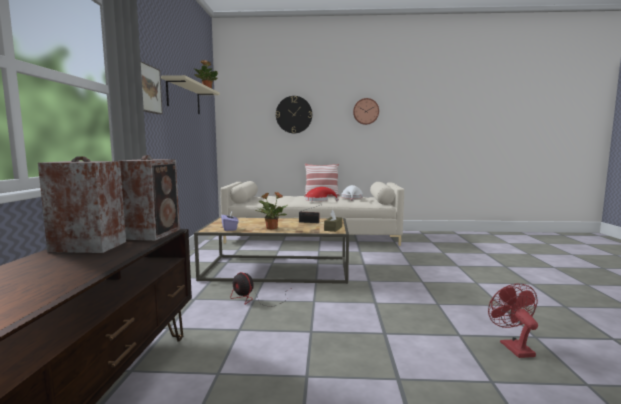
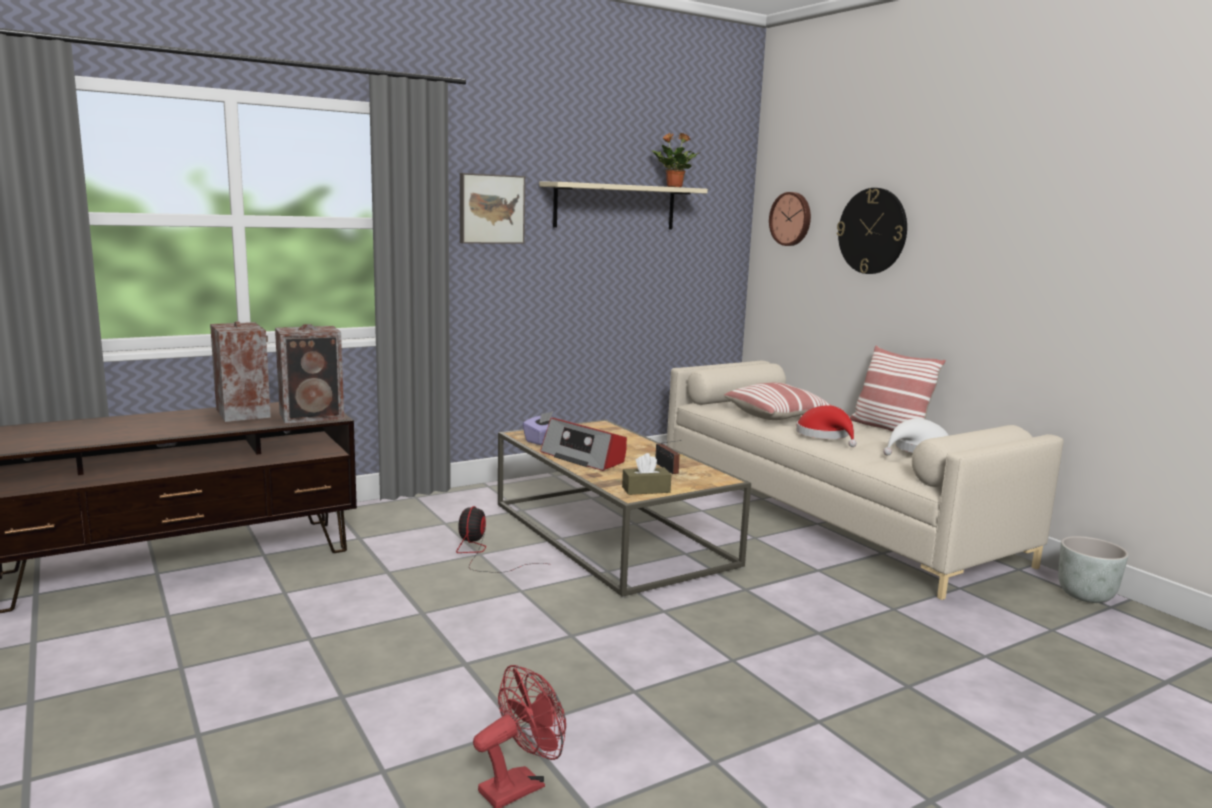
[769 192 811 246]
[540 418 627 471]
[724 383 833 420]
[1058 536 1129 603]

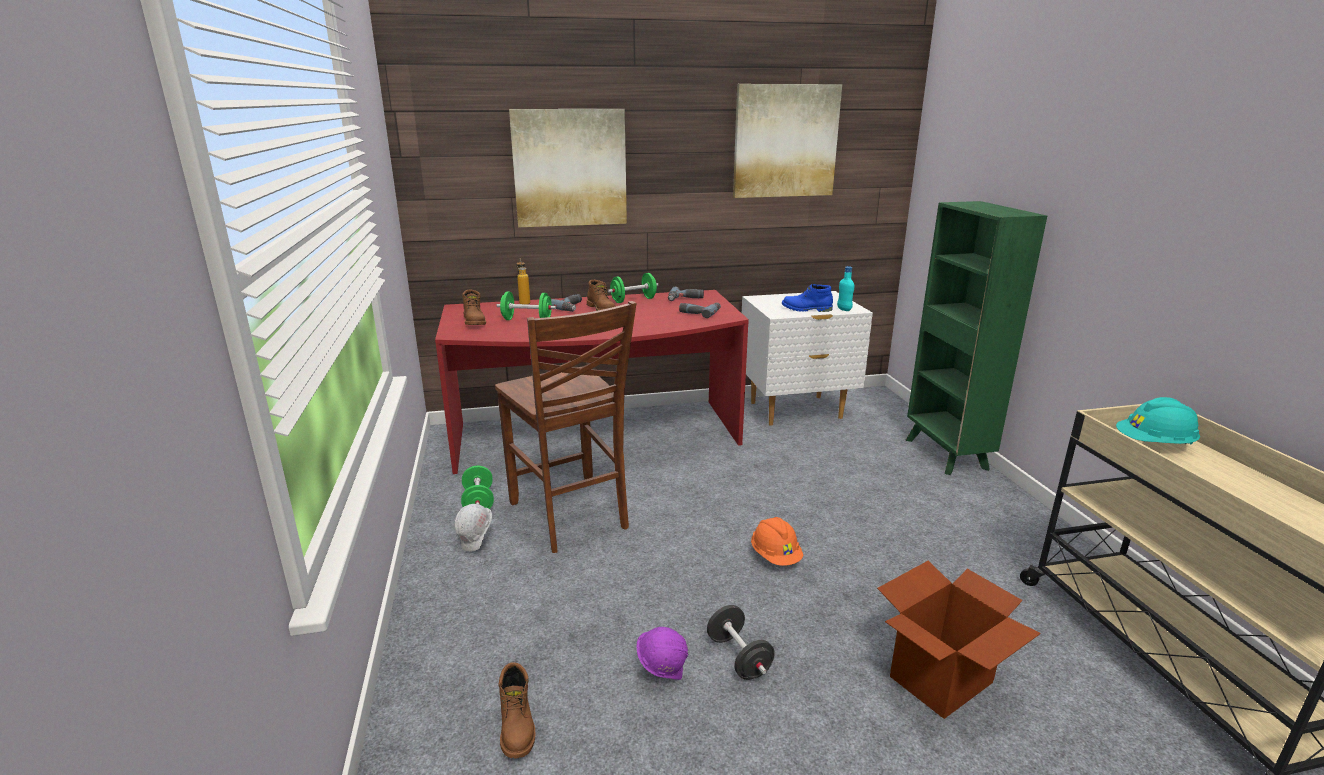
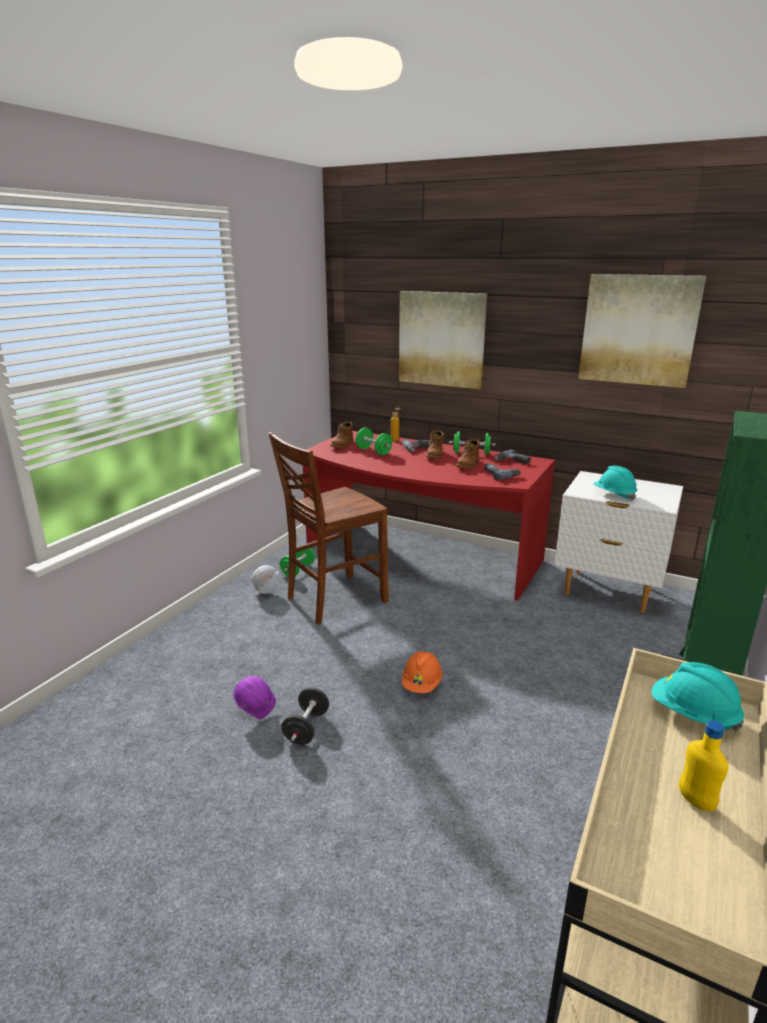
[837 266 855 311] (first image)
[593 466 637 501]
[269 432 389 625]
[877 561 1041 719] (first image)
[456 439 480 469]
[679 720 728 811]

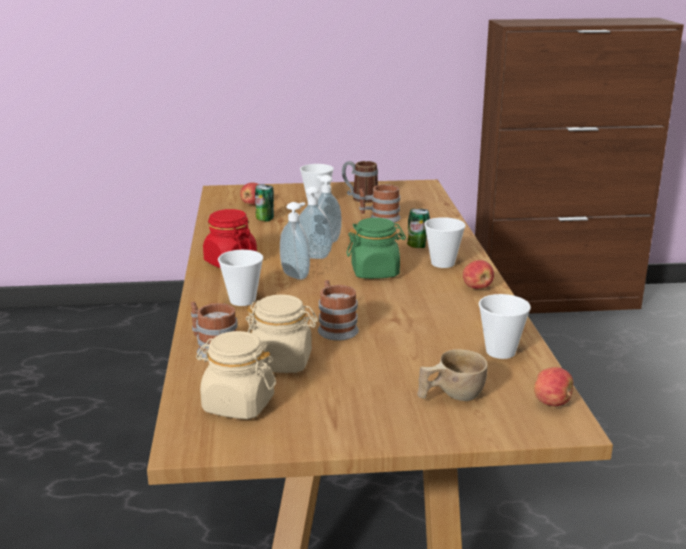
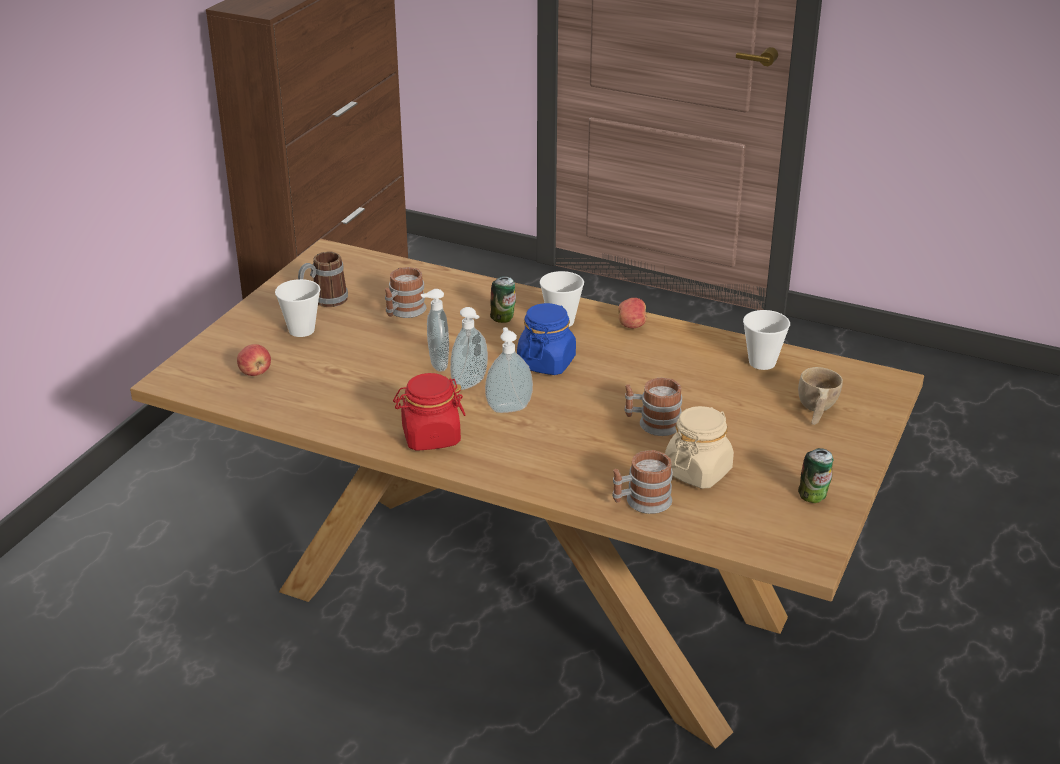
[798 448 833 503]
[517 303 576 375]
[218 250 263 306] (first image)
[196 331 276 419] (first image)
[534 367 573 406] (first image)

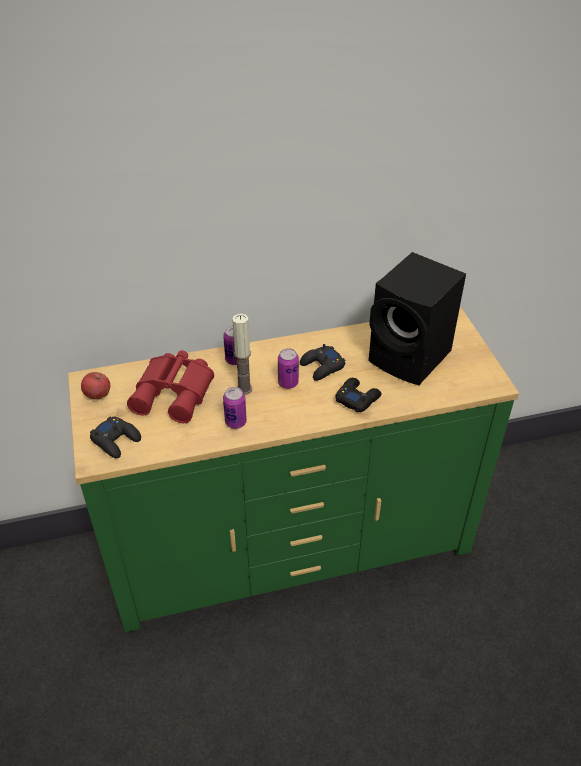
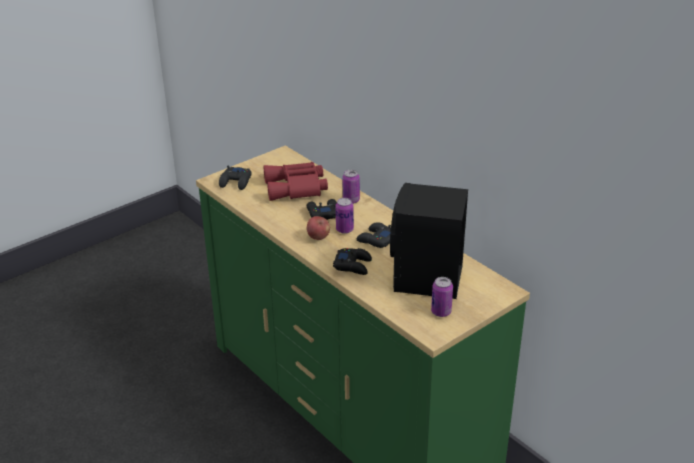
[307 199 337 220]
[307 216 330 240]
[431 277 453 317]

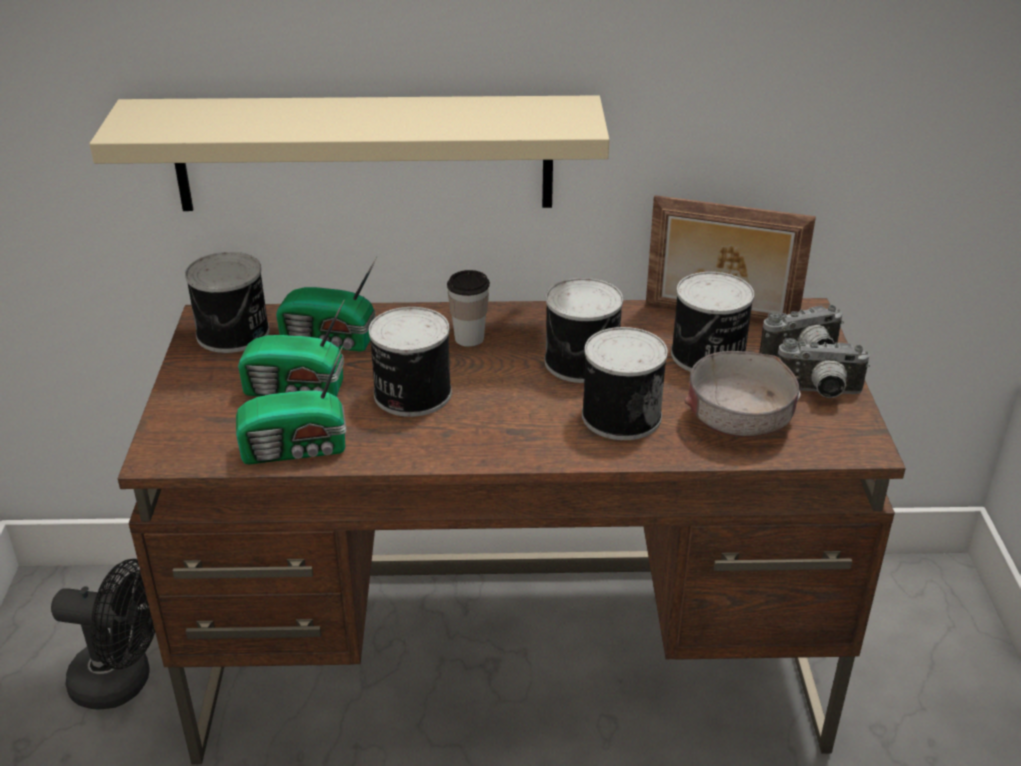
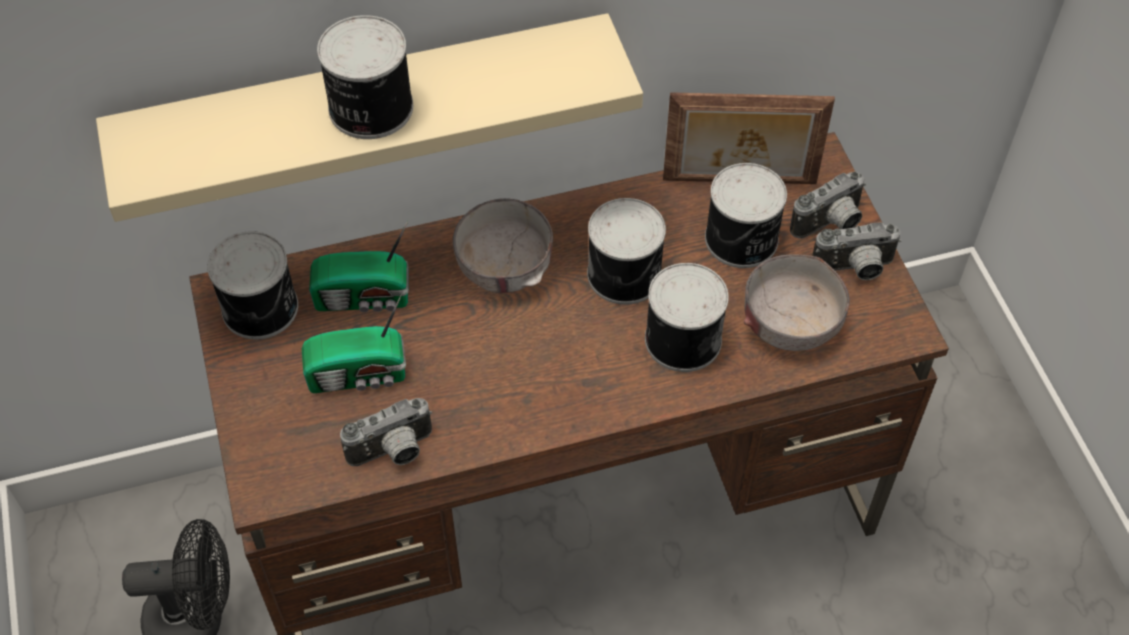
[453 198 553 293]
[317 15 413 139]
[340 398 432 466]

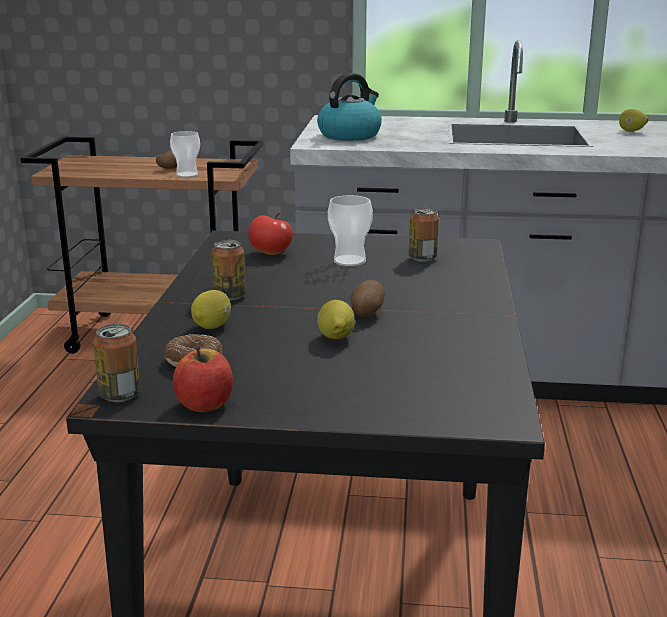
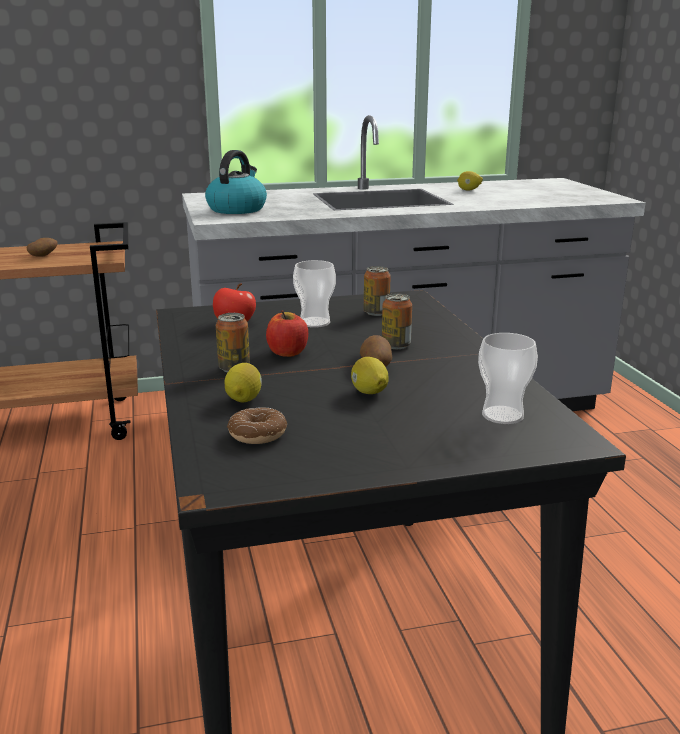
[478 333 538 424]
[382 293 412 349]
[266 310 308 357]

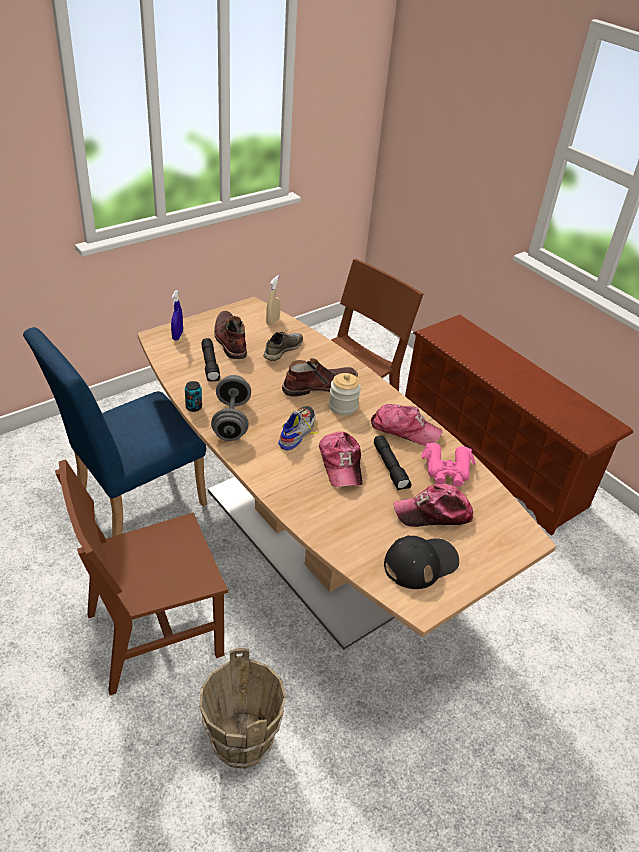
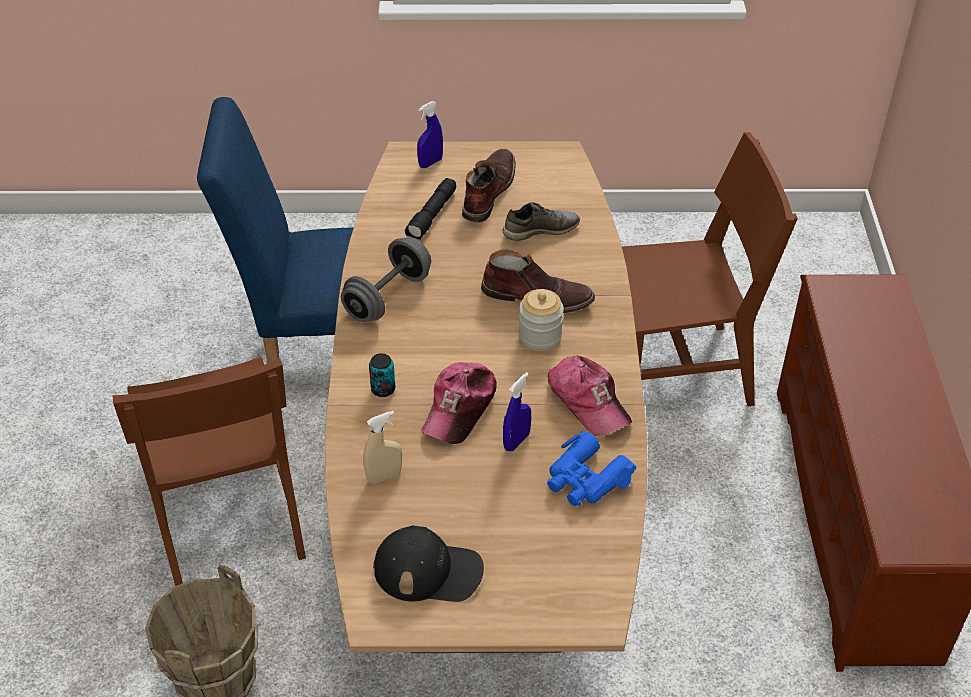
[363 411 402 484]
[369 353 395 397]
[278 406 319 451] (first image)
[503 372 531 452]
[547 431 636 506]
[113 357 306 586]
[394 484 473 527] (first image)

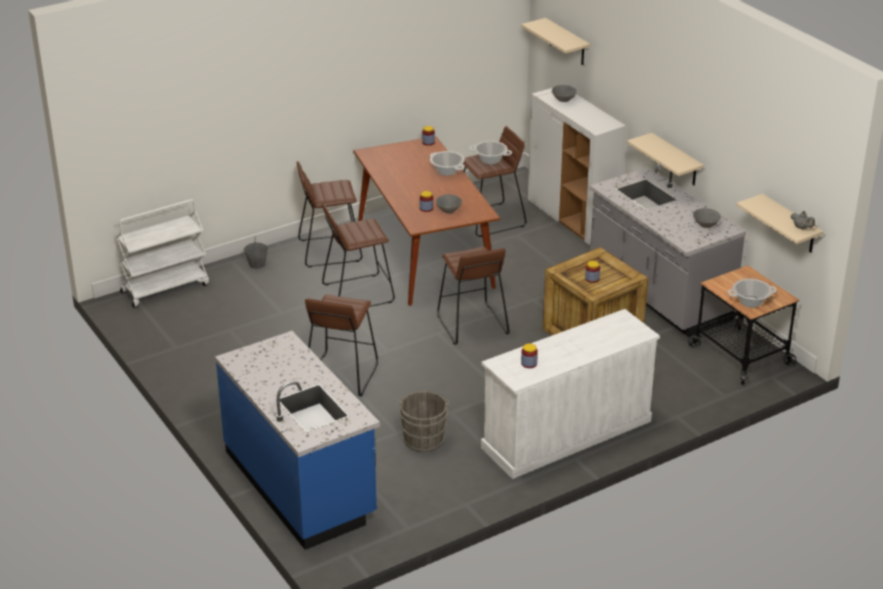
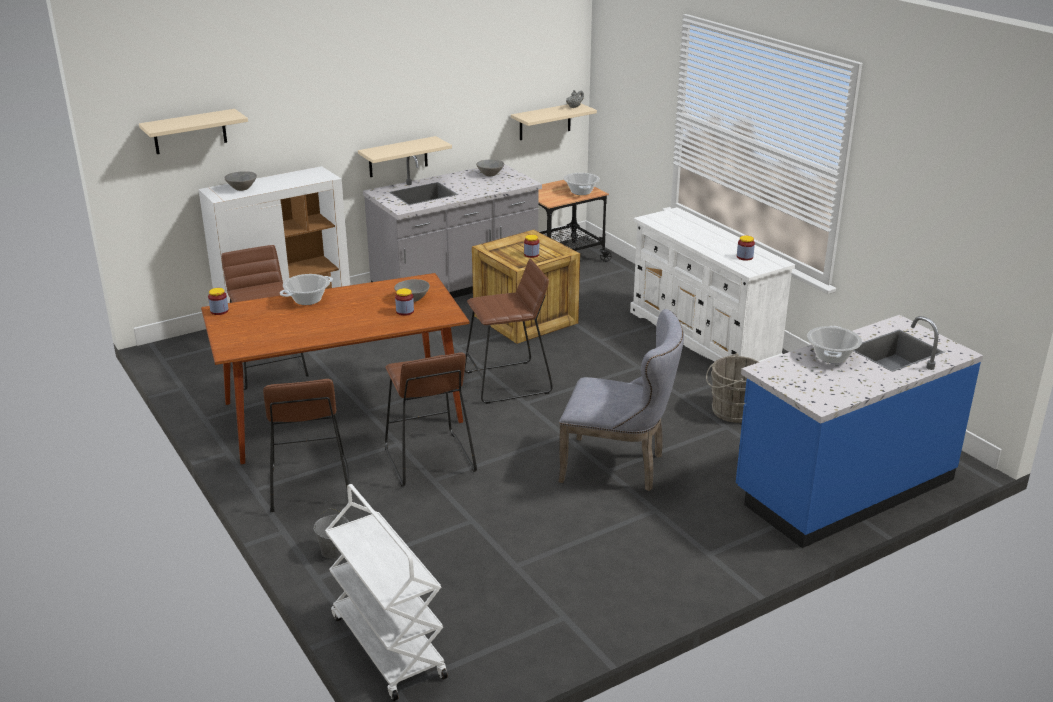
[807 326 862 363]
[559 309 684 491]

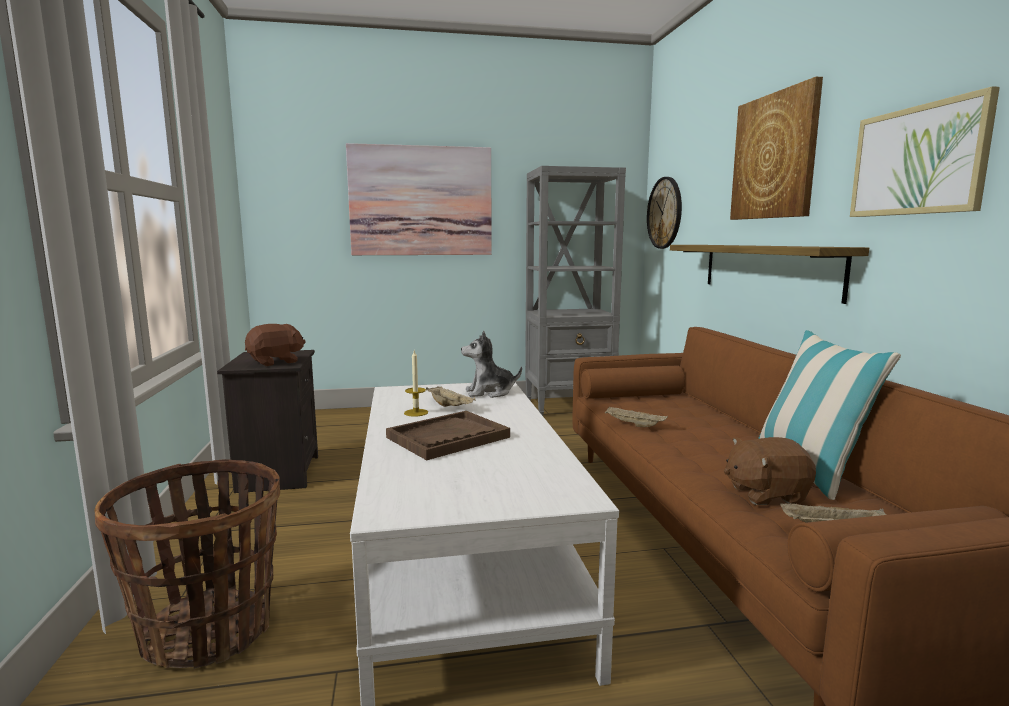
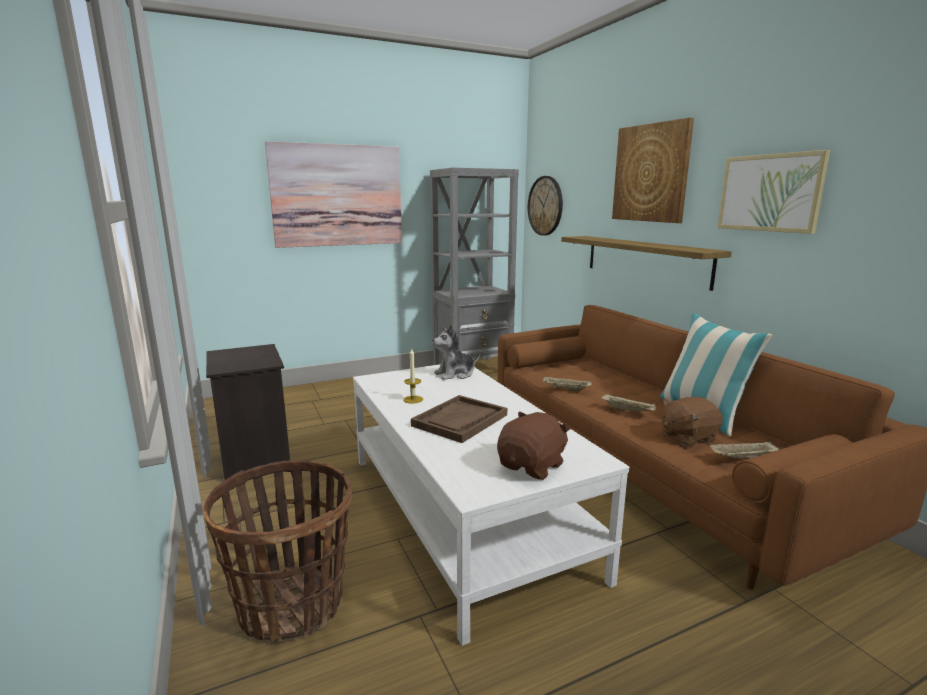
[497 411 571 480]
[601 394 656 412]

